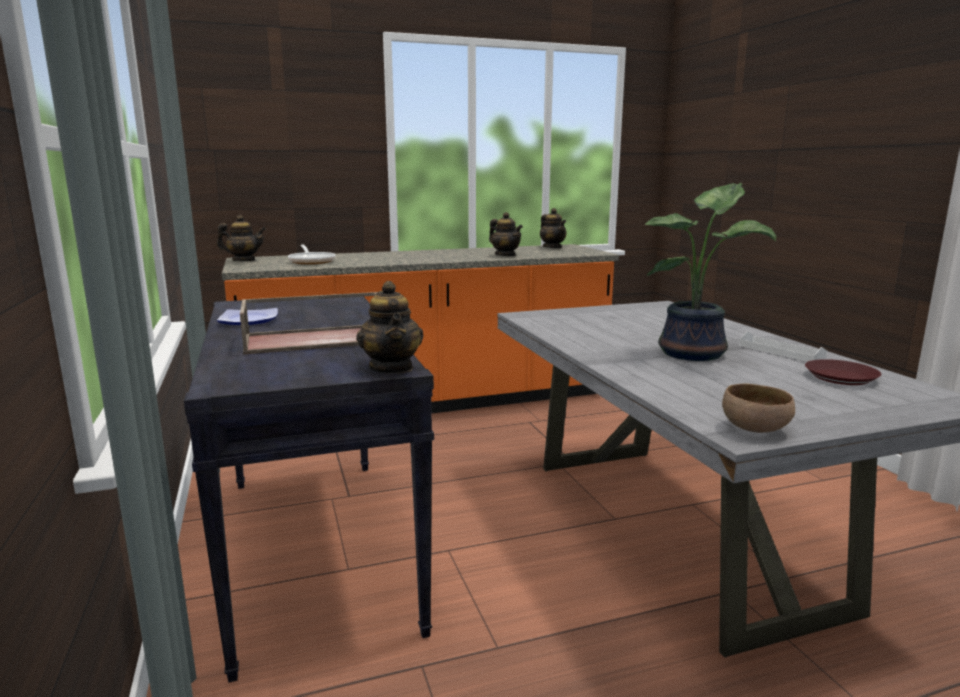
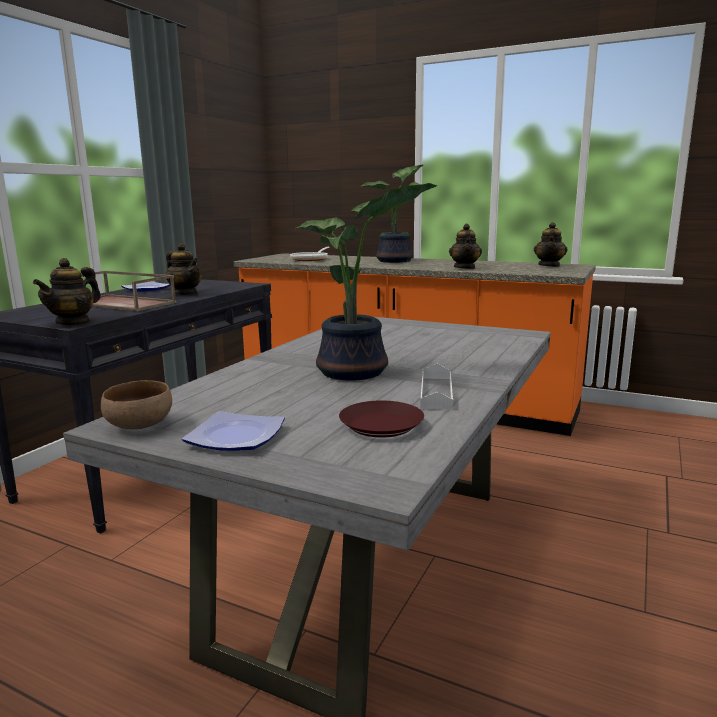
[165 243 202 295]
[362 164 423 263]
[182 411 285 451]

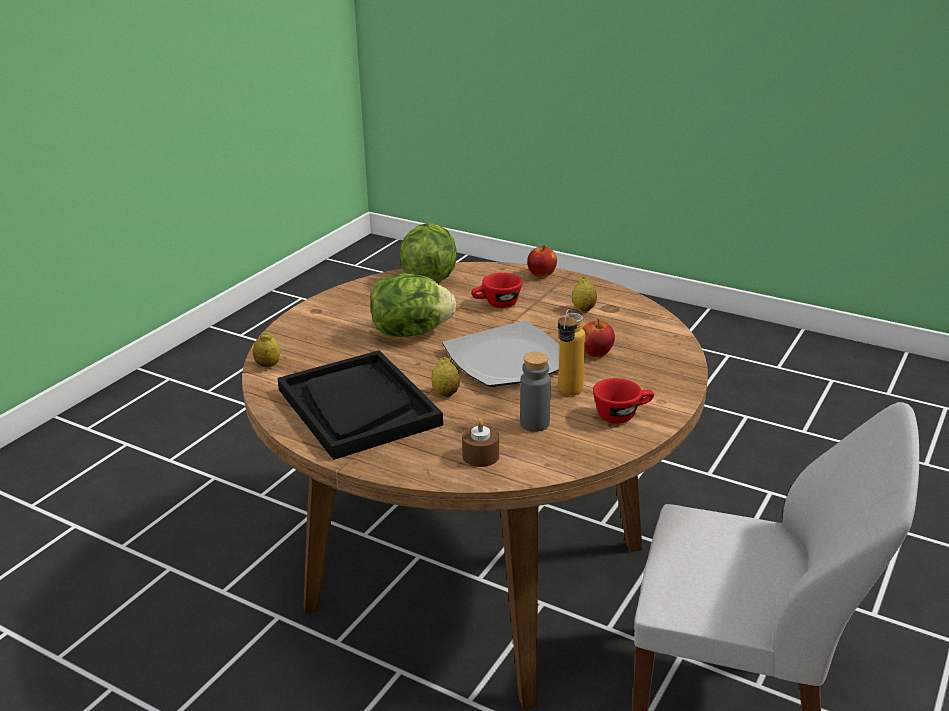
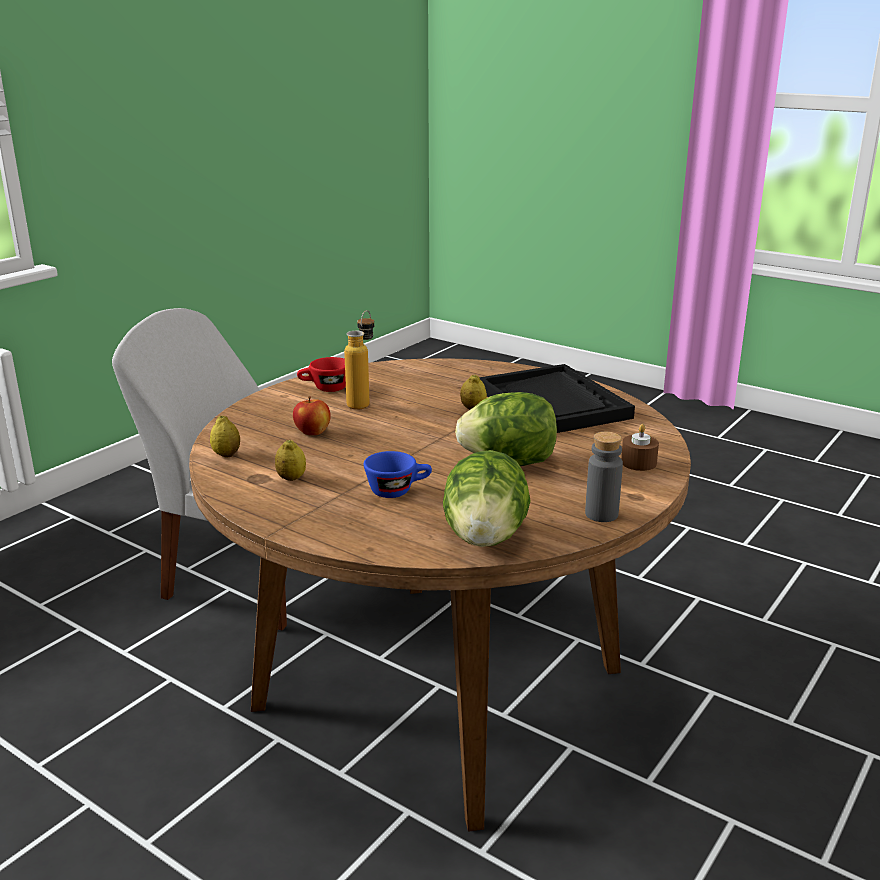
[527 245 557 278] (first image)
[364 451 432 498]
[442 320 560 387] (first image)
[210 416 240 457]
[585 432 623 522]
[621 424 659 471]

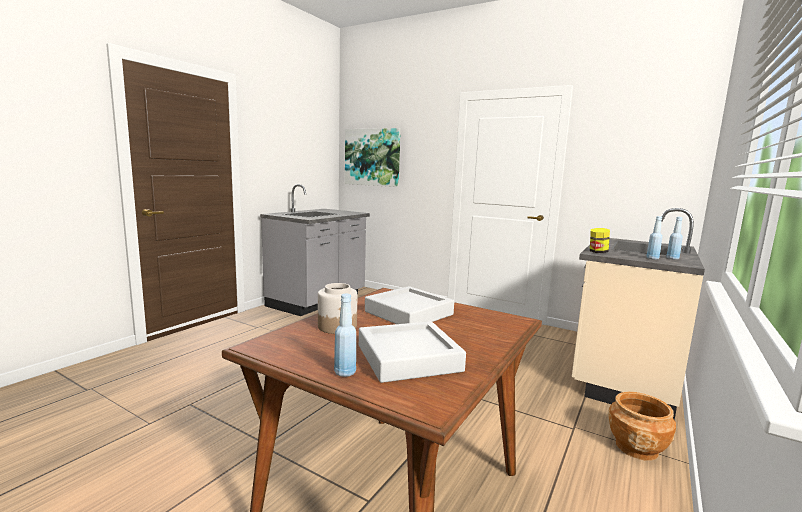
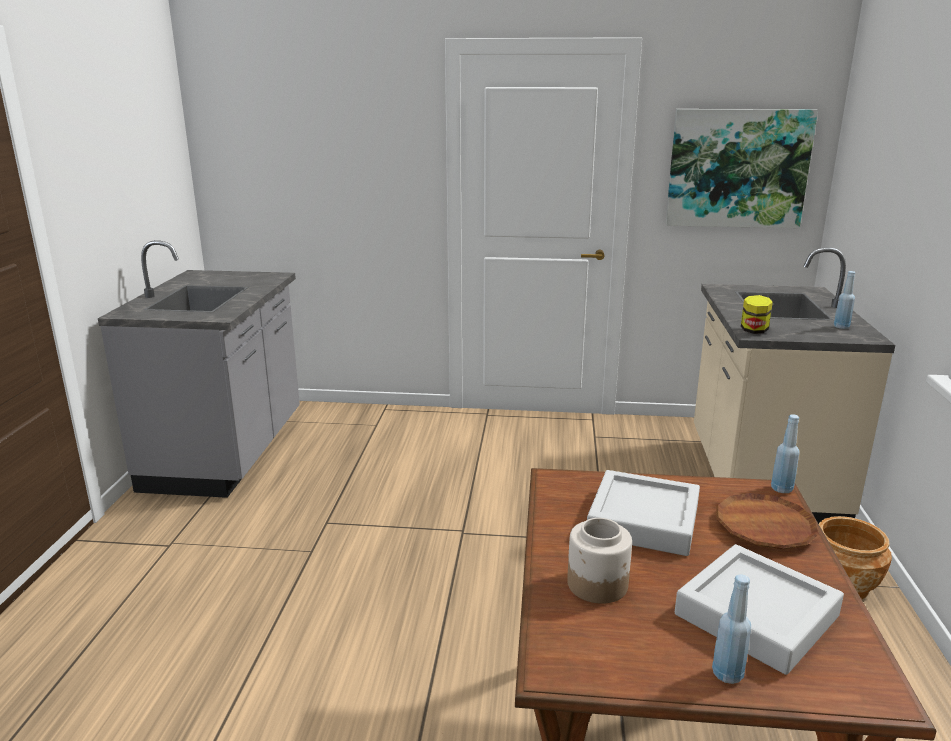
[666 109 818 228]
[771 414 800 493]
[716 493 819 549]

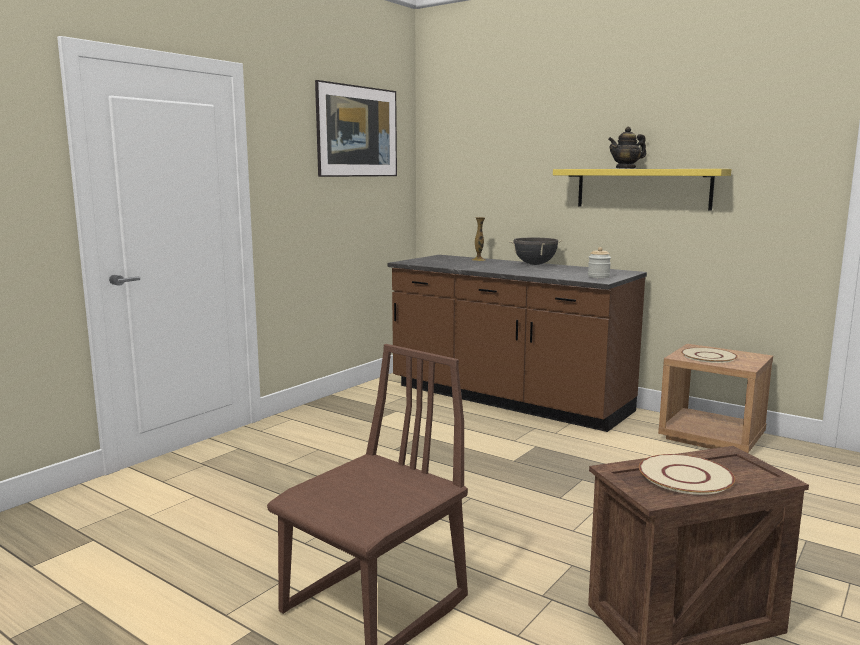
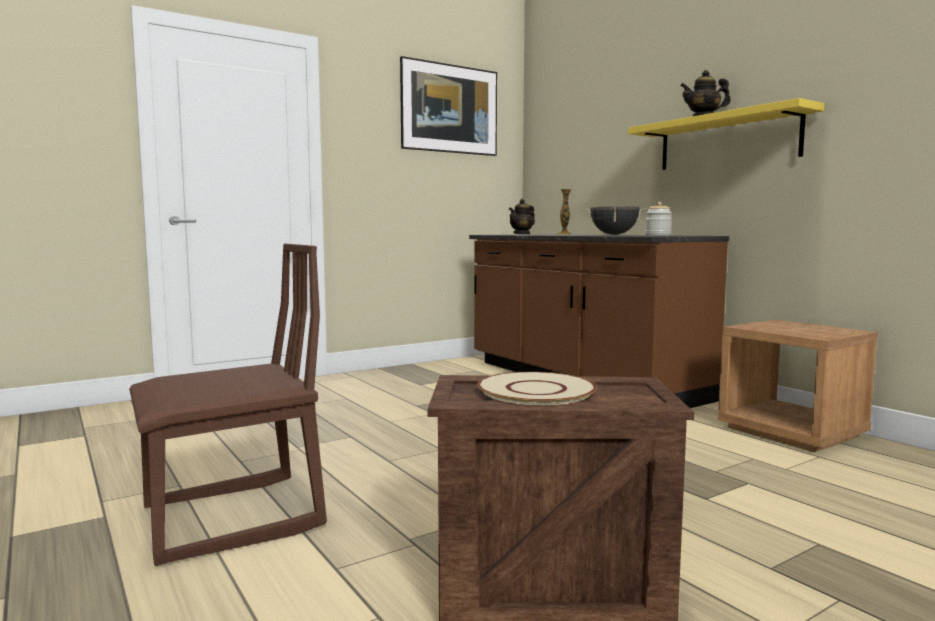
[681 348 738 363] (first image)
[509 199 535 234]

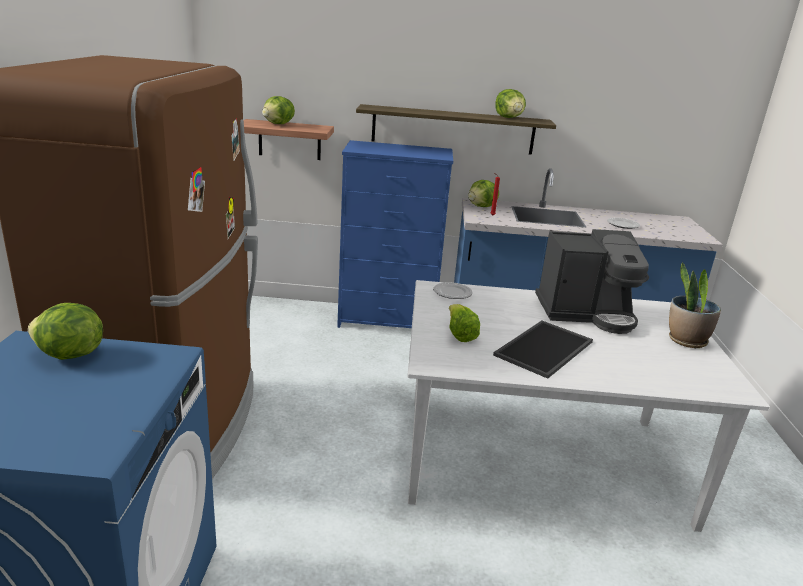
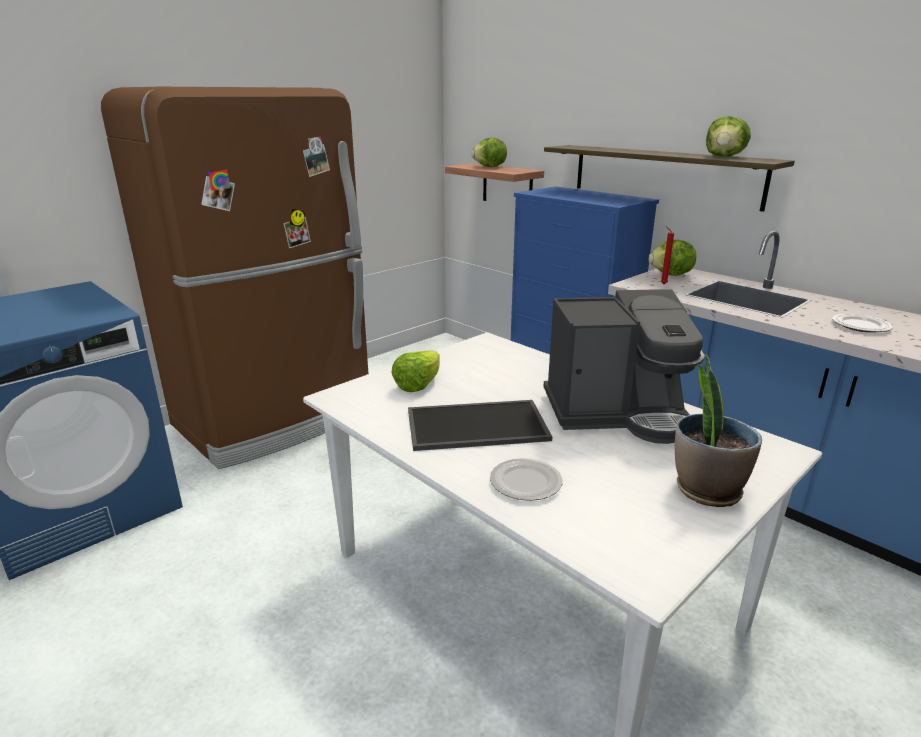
[544 289 705 444]
[490 458 563 501]
[28 303 103 360] (first image)

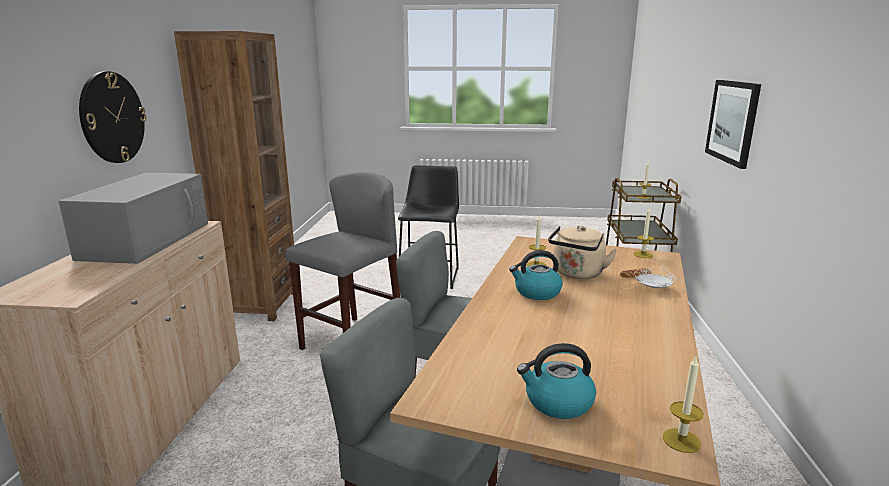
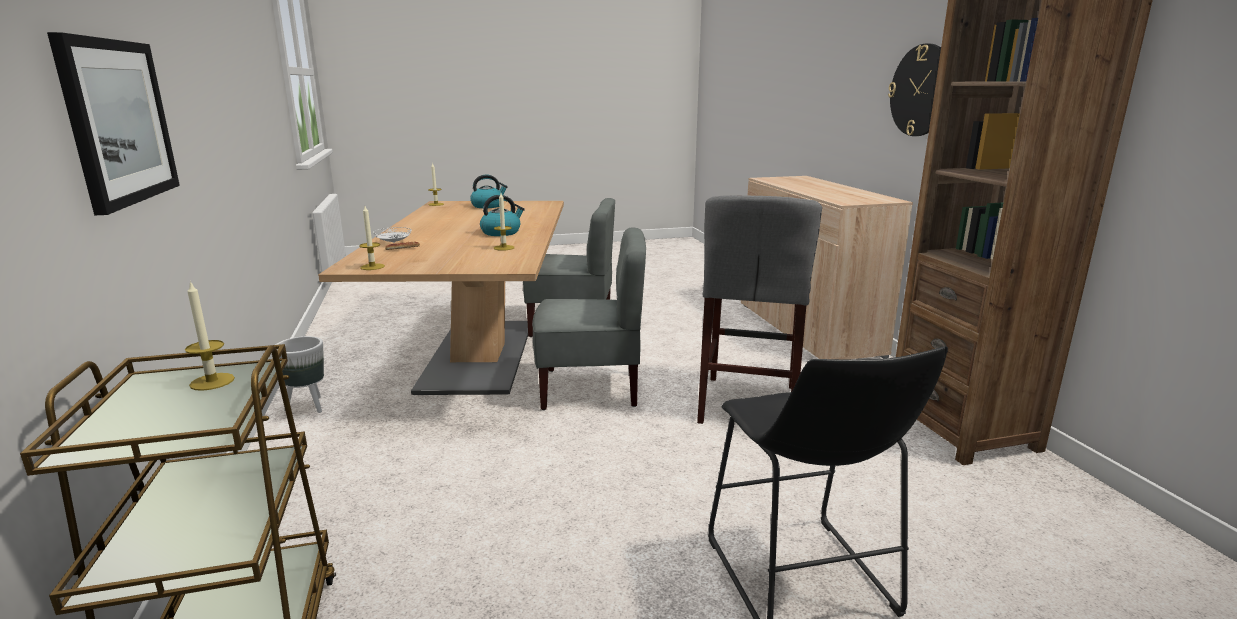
[59 173 208 264] (first image)
[548 226 617 279] (first image)
[276 336 324 413]

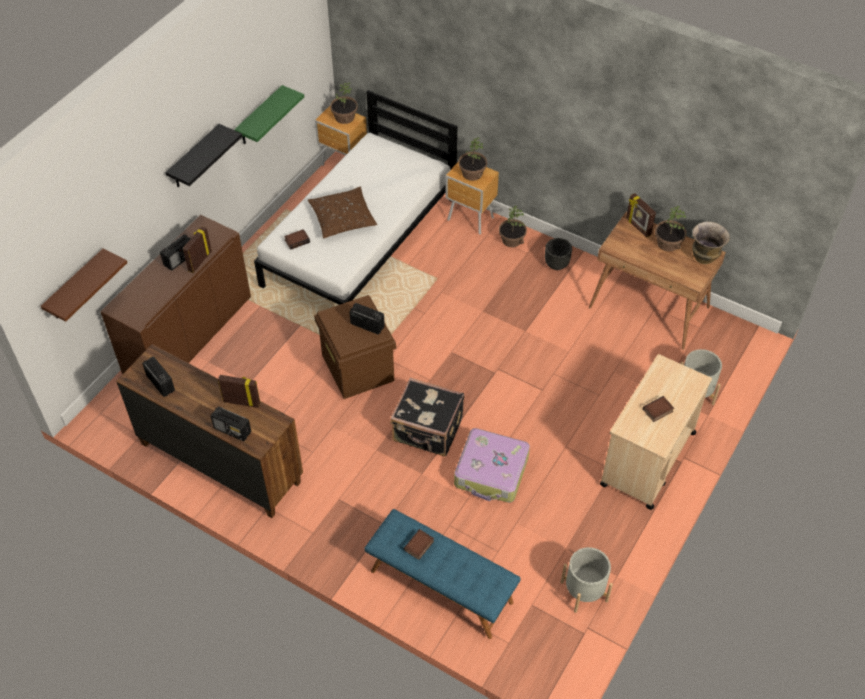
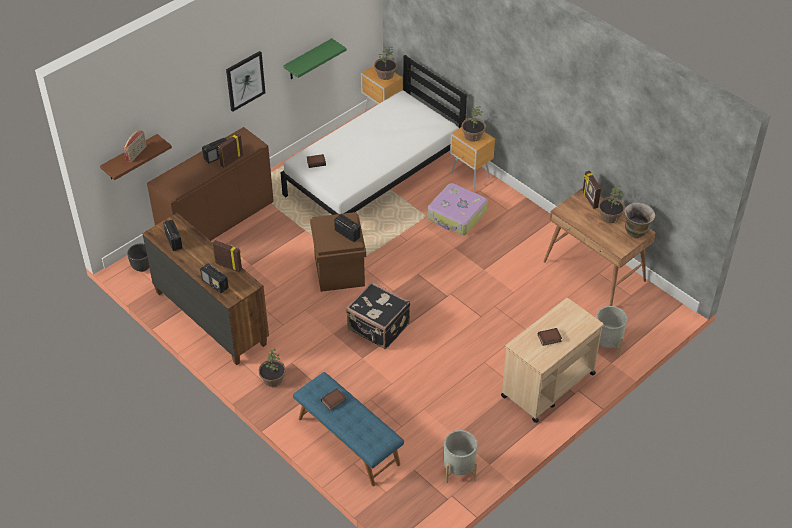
[226 51 265 112]
[308 186 377 238] (first image)
[259 349 286 387]
[127 244 149 272]
[427 183 488 235]
[123 130 147 162]

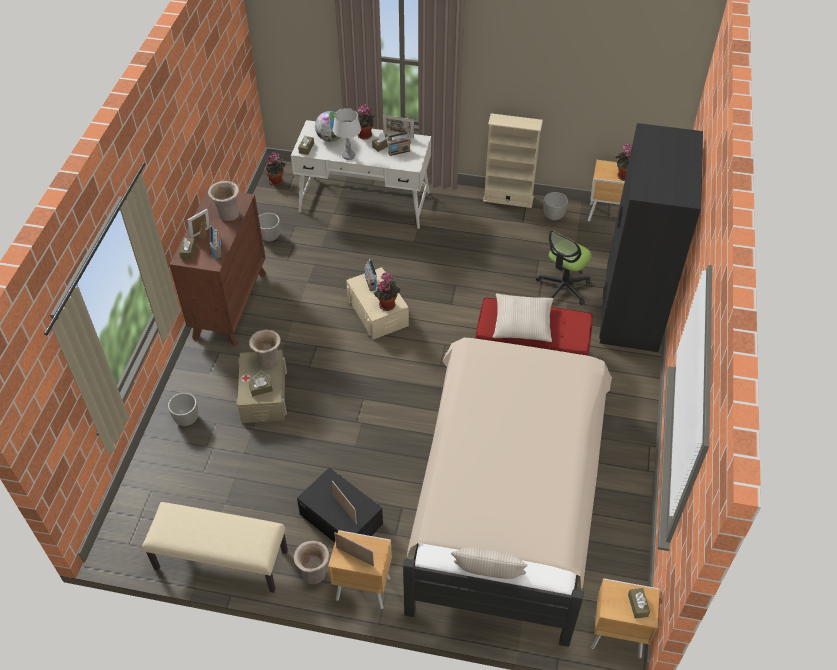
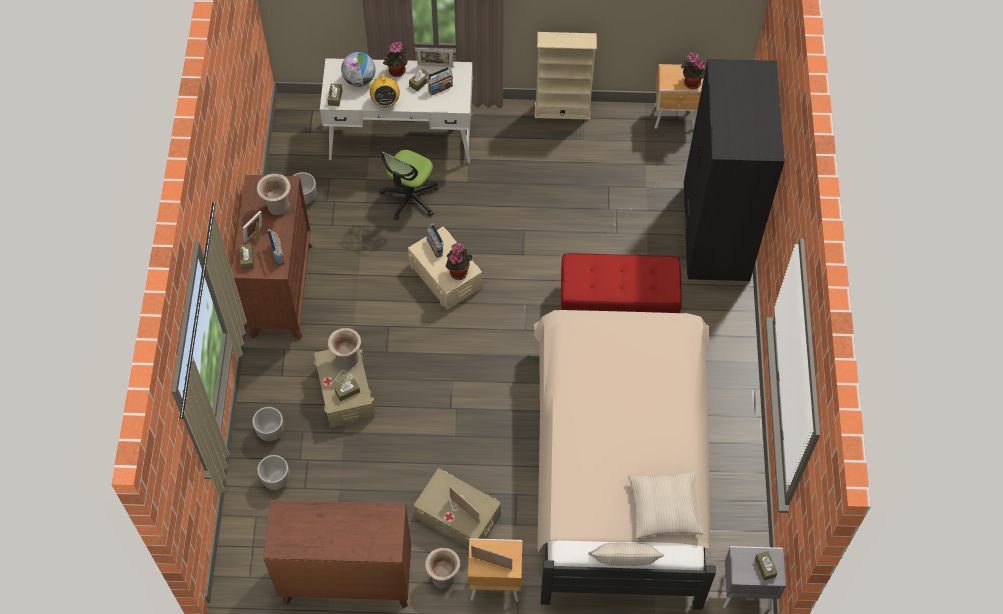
[370 73 400 108]
[265 152 286 186] (first image)
[257 455 289 490]
[380 150 439 220]
[628 471 704 539]
[413 468 501 549]
[263 500 411 609]
[722 546 786 610]

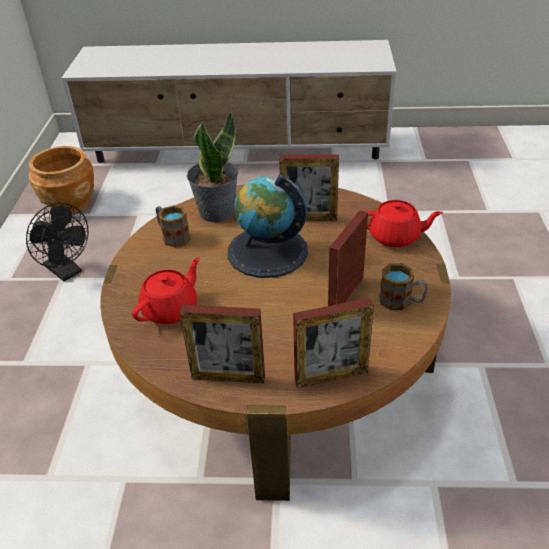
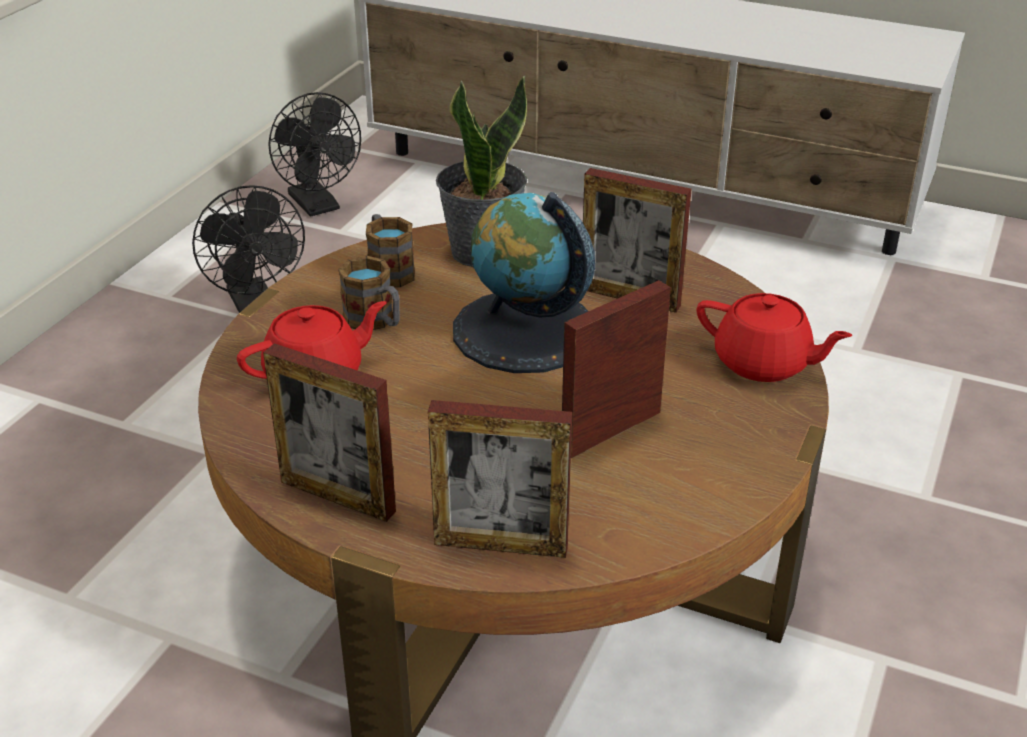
[268 92 361 217]
[338 256 400 330]

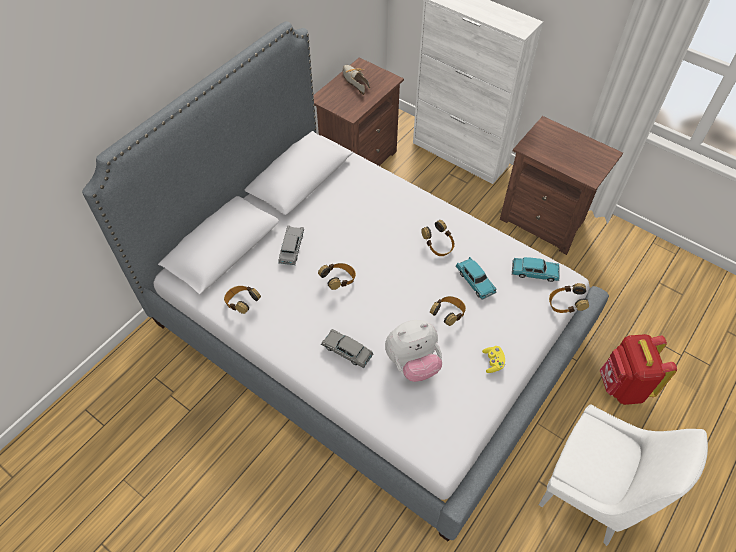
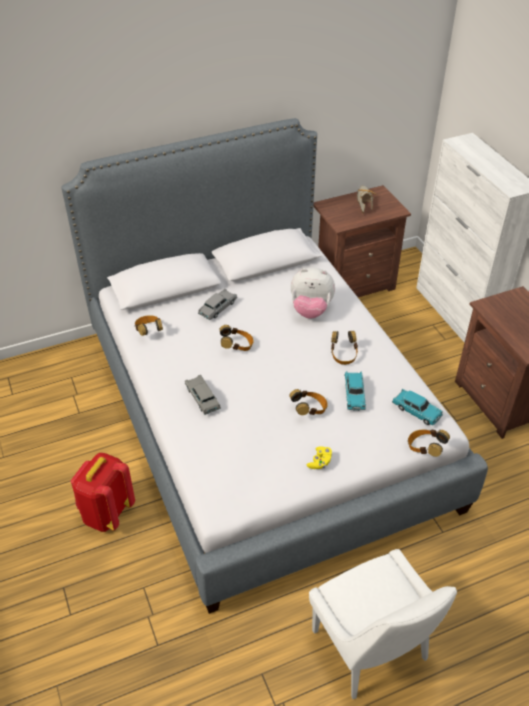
[291 267 335 319]
[71 453 135 532]

